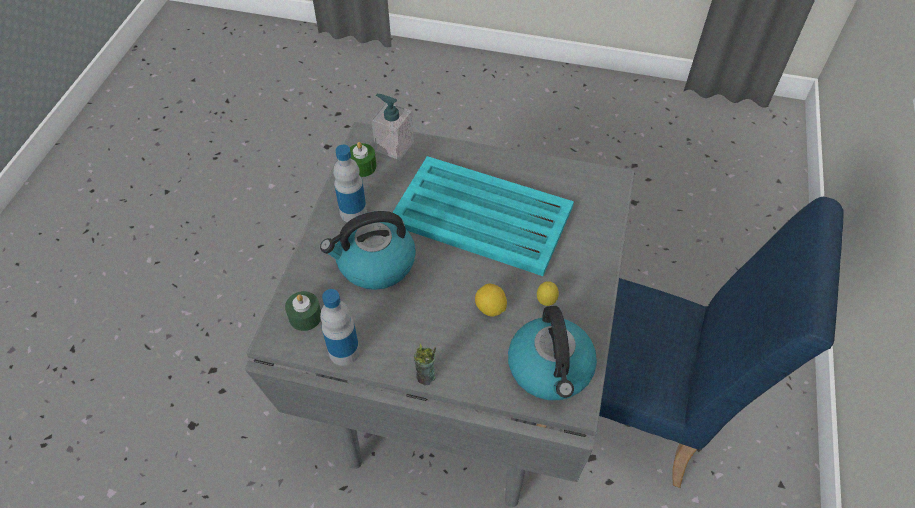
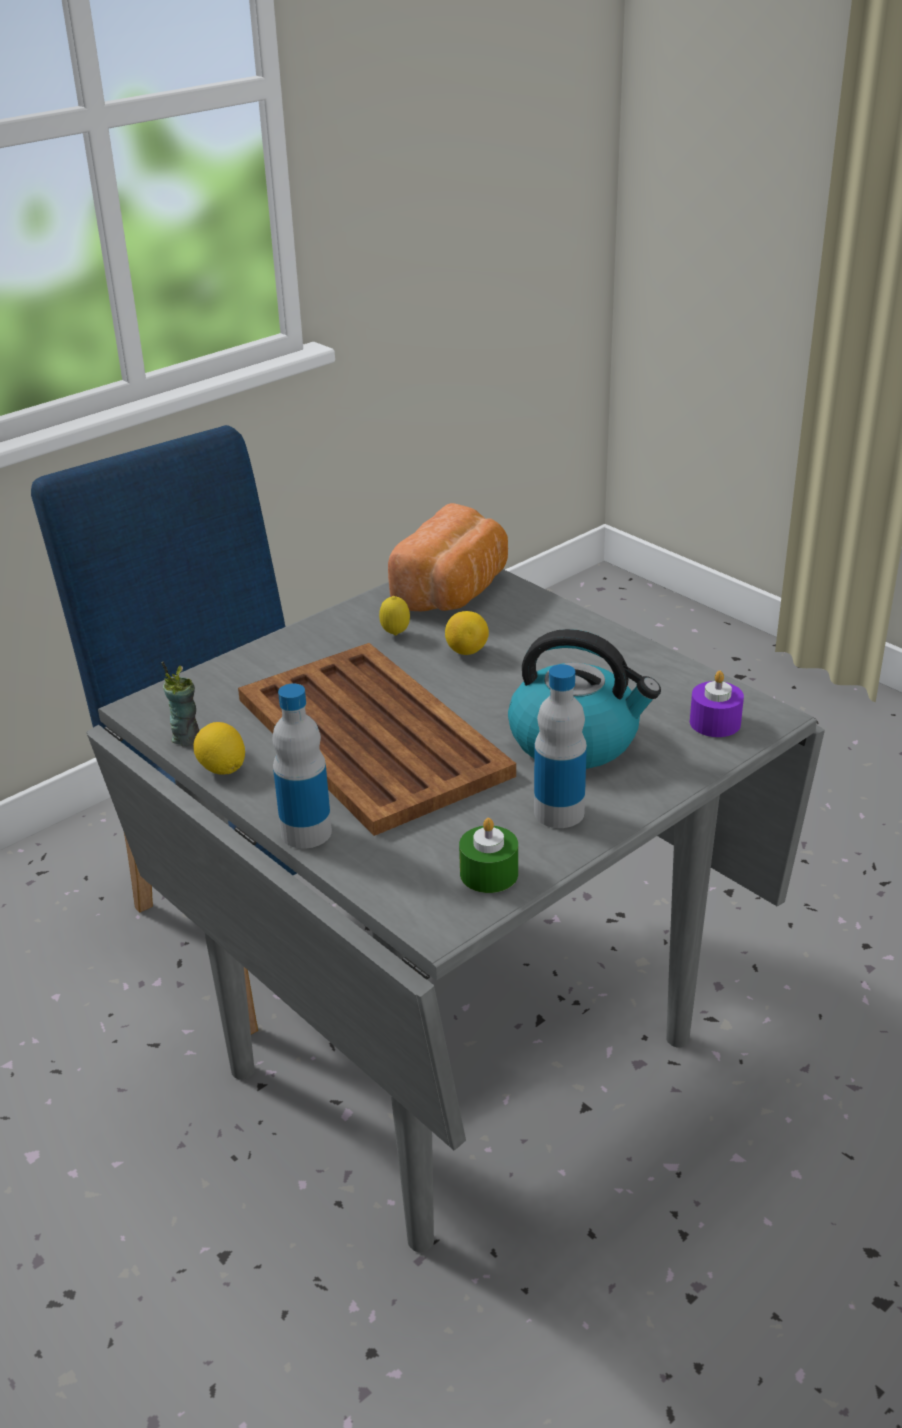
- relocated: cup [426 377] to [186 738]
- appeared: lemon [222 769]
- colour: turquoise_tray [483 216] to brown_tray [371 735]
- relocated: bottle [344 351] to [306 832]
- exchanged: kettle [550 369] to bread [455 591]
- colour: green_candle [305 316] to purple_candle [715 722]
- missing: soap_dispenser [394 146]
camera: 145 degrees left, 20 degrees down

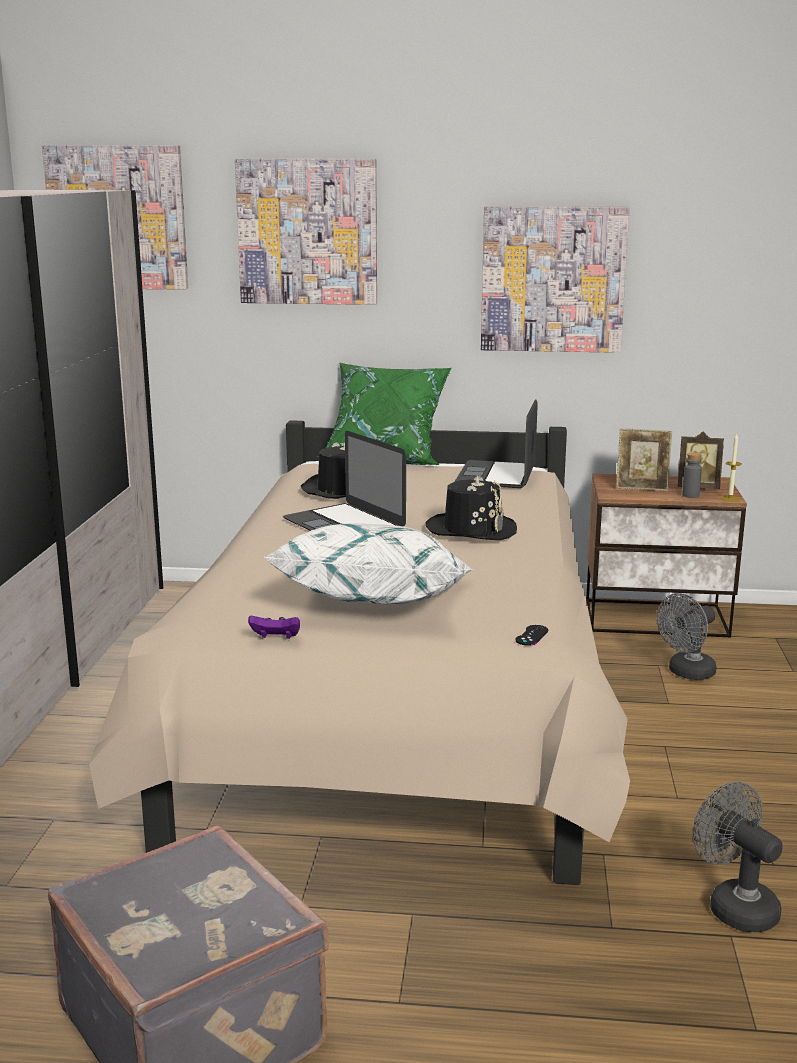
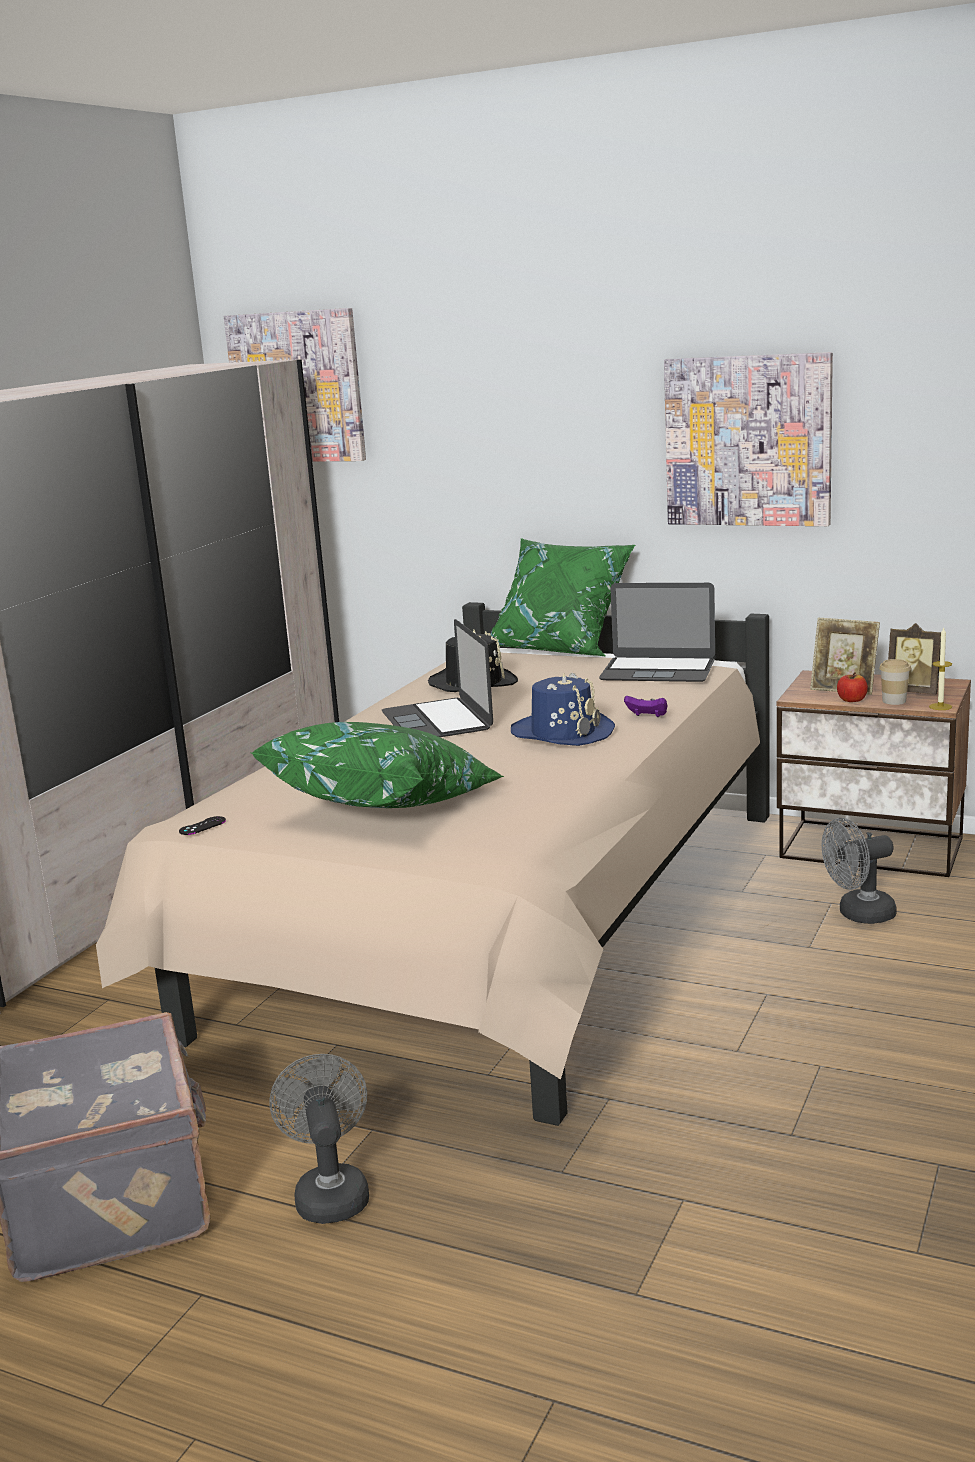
- relocated: black_game_controller [531 635] to [202 826]
- colour: white_pillow [377 603] to green_pillow [386 806]
- relocated: grey_fan [734 906] to [330 1193]
- colour: black_hat [471 530] to blue_hat [562 732]
- spun: laptop [496 475] = [658 670] 105 degrees counterclockwise
- relocated: purple_game_controller [276 639] to [647 717]
- appeared: apple [852 700]
- exchanged: grey_bottle [690 495] to cup [894 701]
- missing: picture [307 232]
camera: 20 degrees right, 0 degrees up

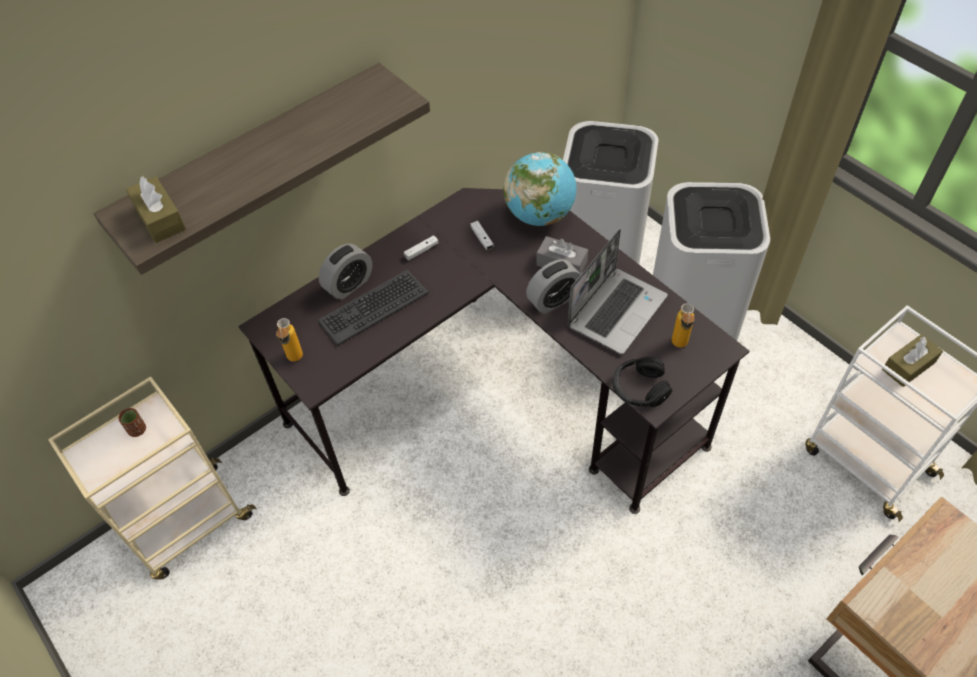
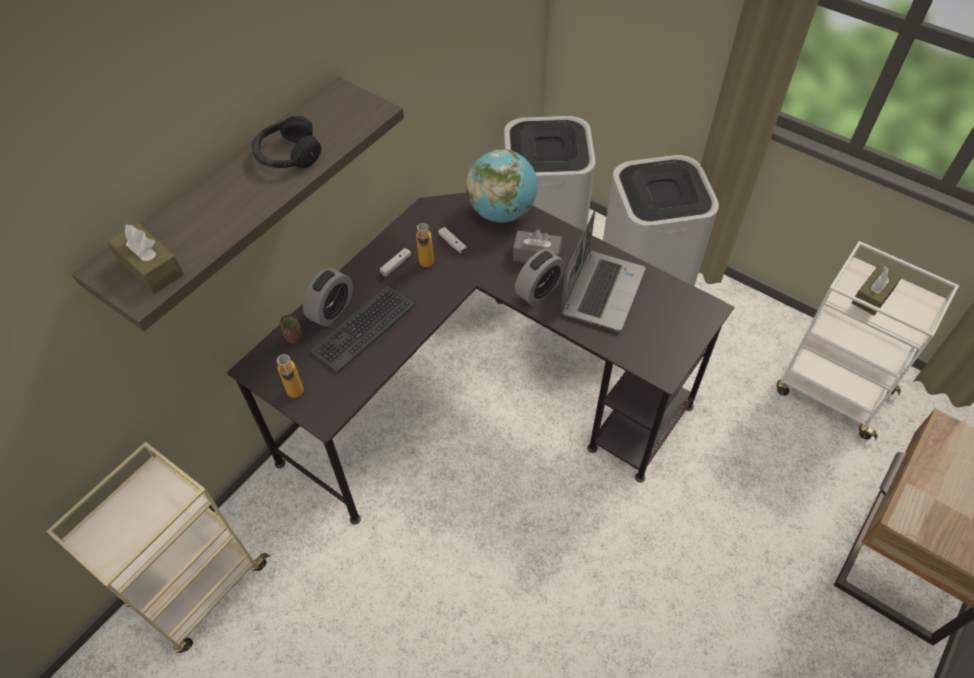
- relocated: black_headphones [639 388] to [288 155]
- relocated: brown_cup [137 430] to [294 337]
- relocated: bottle [679 347] to [426 267]
camera: 15 degrees left, 0 degrees up

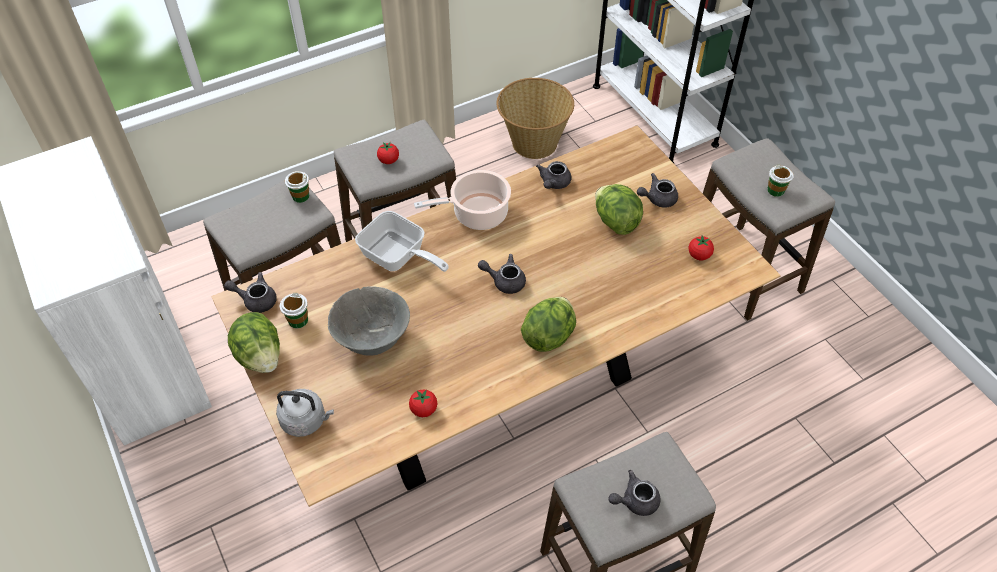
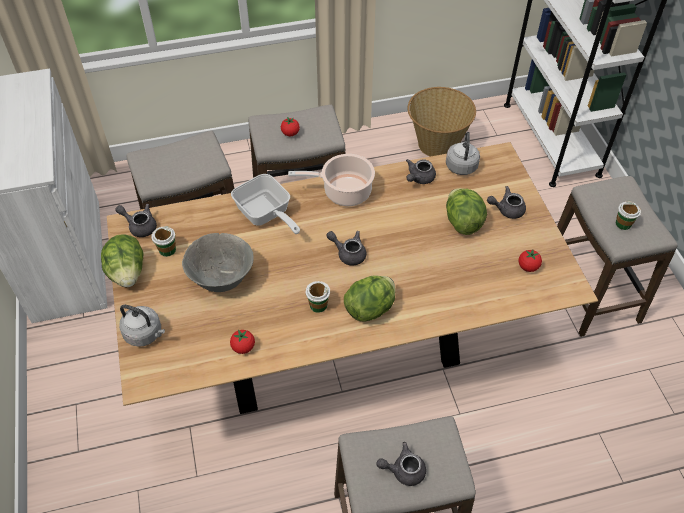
- relocated: cup [300 196] to [318 305]
- appeared: grey_kettle [461 165]
camera: 15 degrees right, 0 degrees up

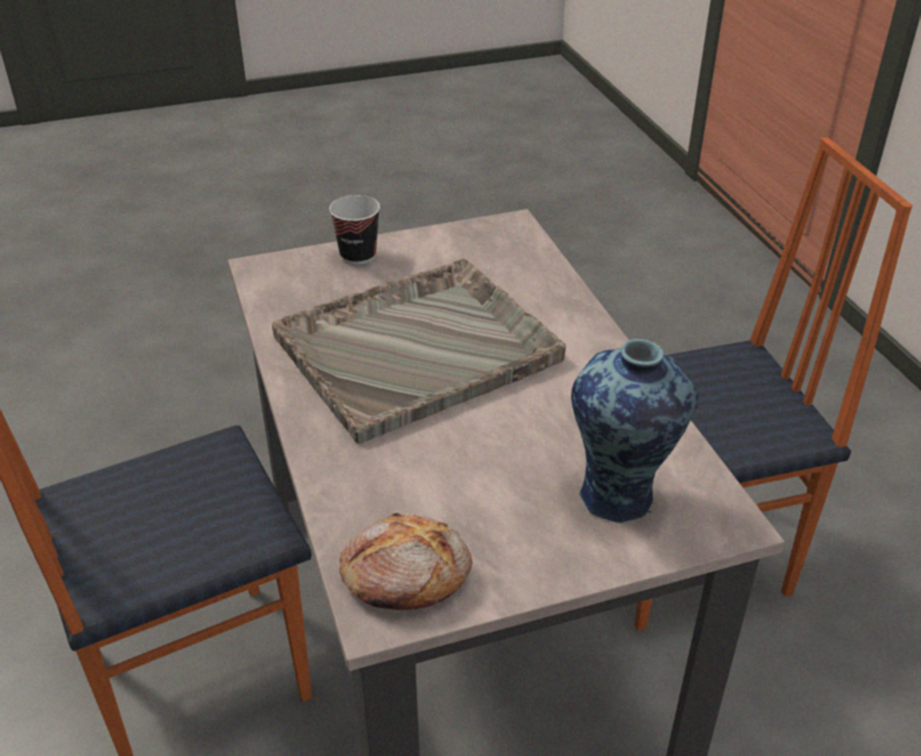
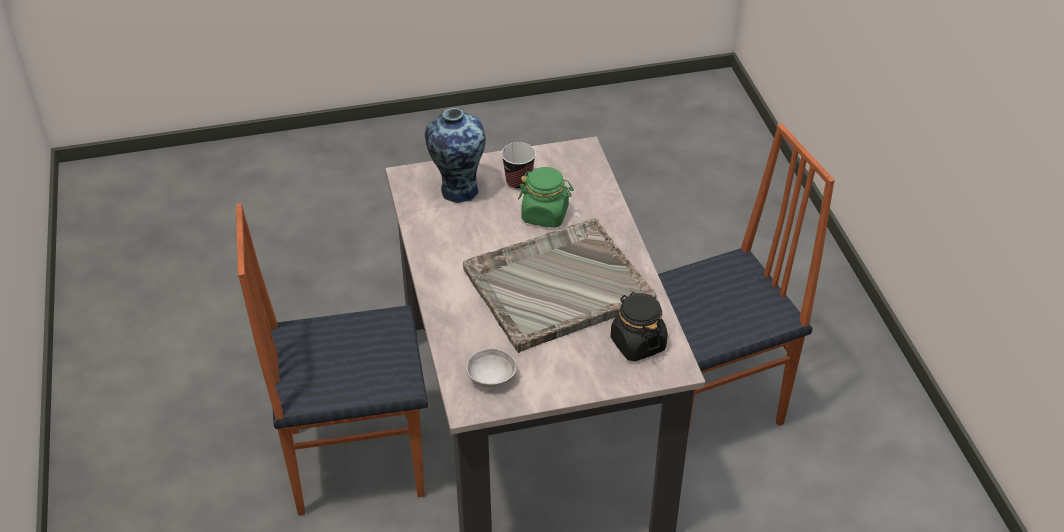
- appeared: grey_bowl [491 378]
- relocated: cup [358 255] to [518 182]
- appeared: green_jar [545 215]
- appeared: black_jar [637 343]
- missing: bread [405 573]
camera: 175 degrees left, 5 degrees up

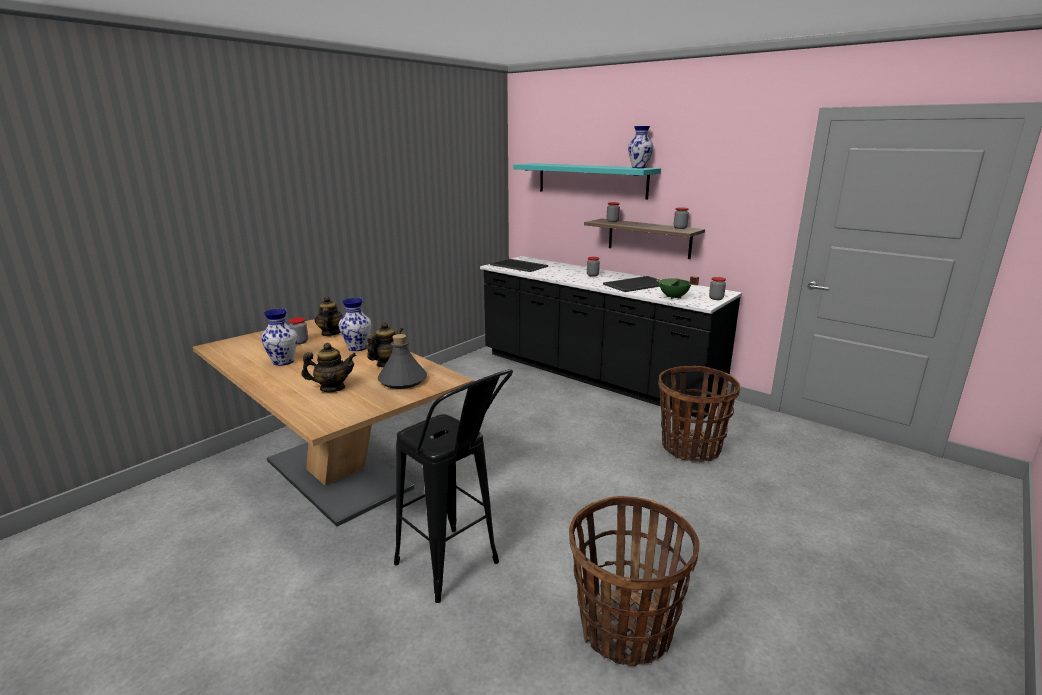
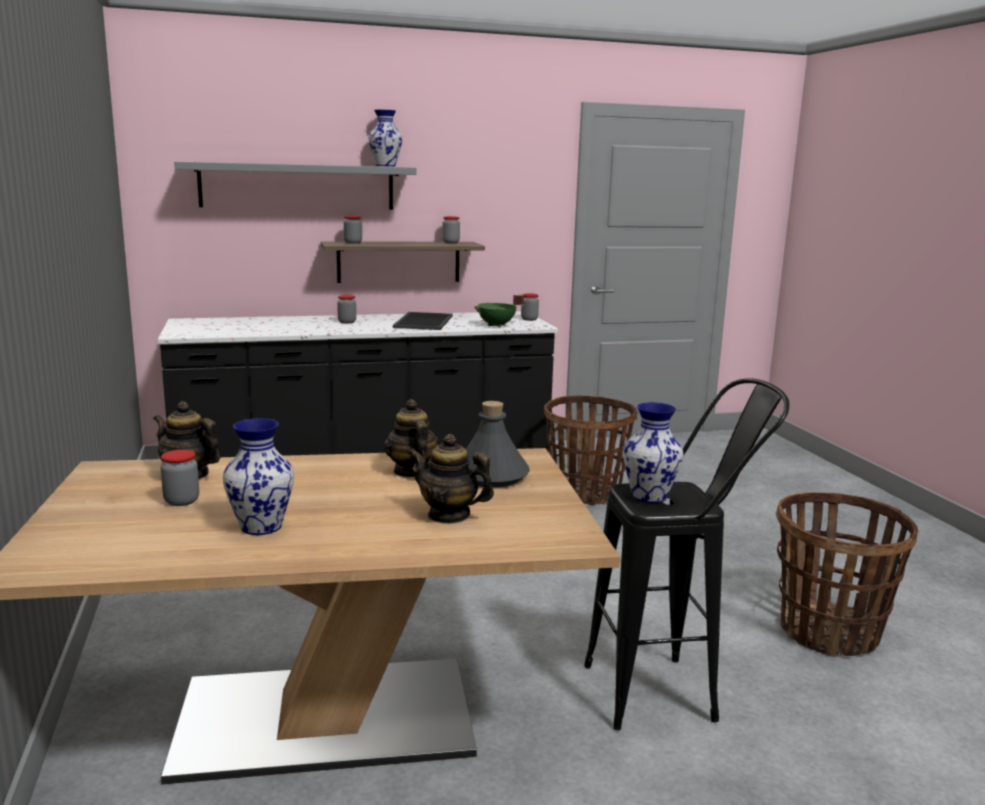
- colour: turquoise_shelf [591 180] to grey_shelf [298 186]
- spun: teapot [332 388] = [449 515] 90 degrees counterclockwise
- relocated: vase [357 348] to [650 496]
- missing: tray [519 265]
camera: 55 degrees left, 5 degrees down

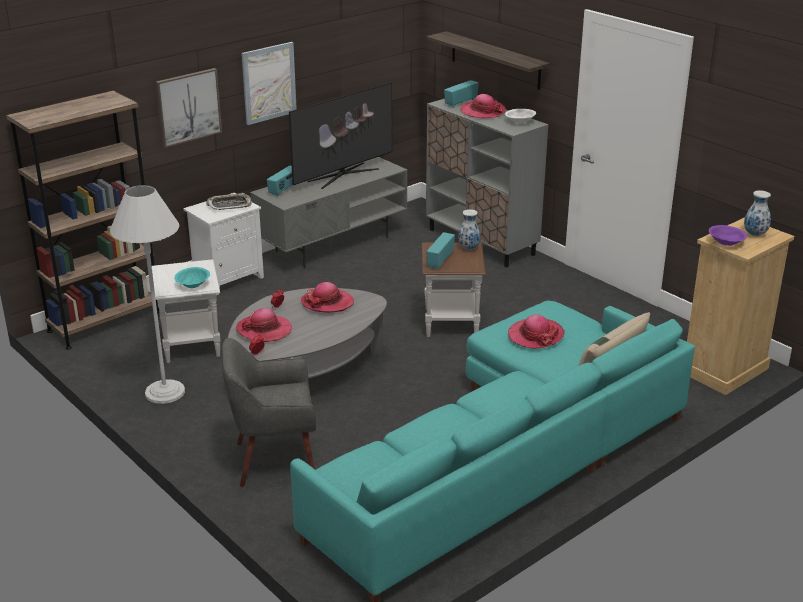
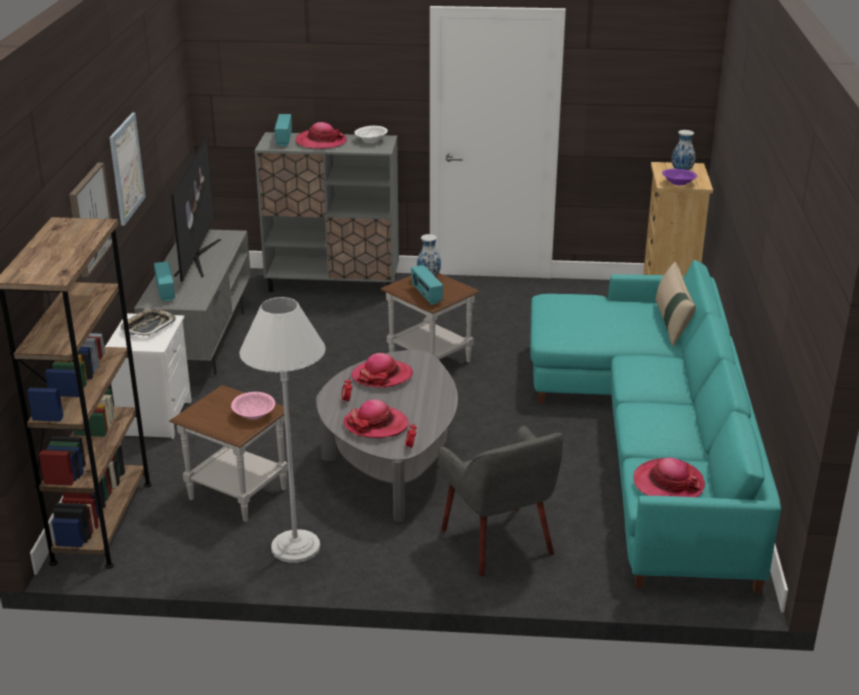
- colour: white_side_table [191 344] to brown_side_table [237 493]
- colour: turquoise_bowl [193 284] to pink_bowl [254 414]
- spun: grey_armchair [274 460] = [498 542] 60 degrees counterclockwise
- relocated: hat [535 335] to [668 483]
- missing: shelf [495 60]
camera: 45 degrees left, 0 degrees up

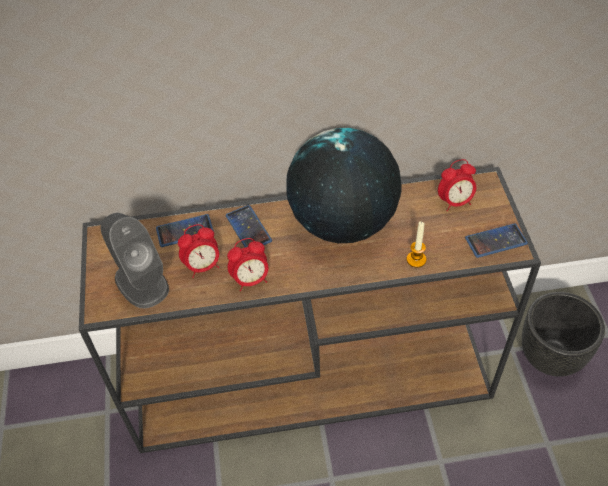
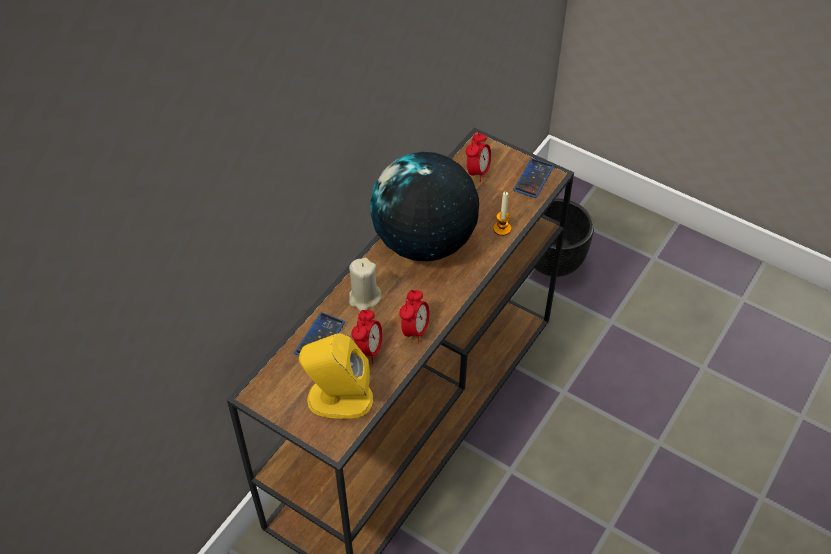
- colour: grey_speaker [141 282] to yellow_speaker [339 398]
- exchanged: phone [248 228] to beige_candle [364 298]
camera: 50 degrees left, 0 degrees up

